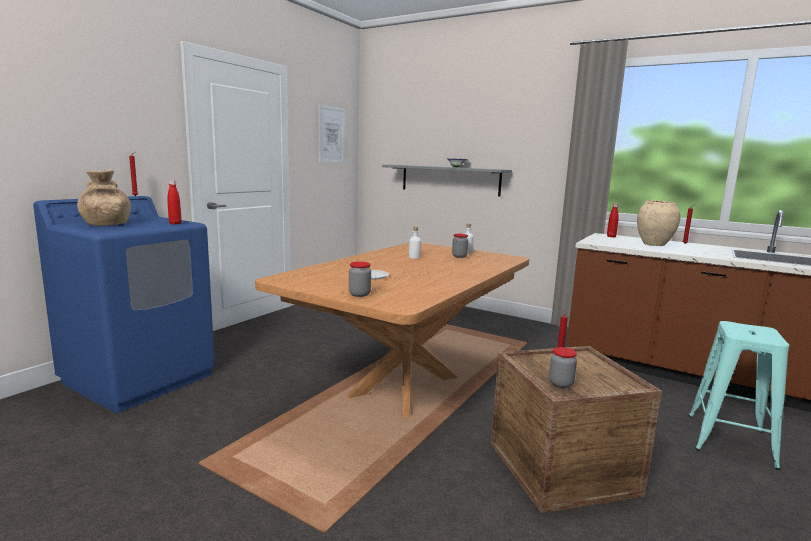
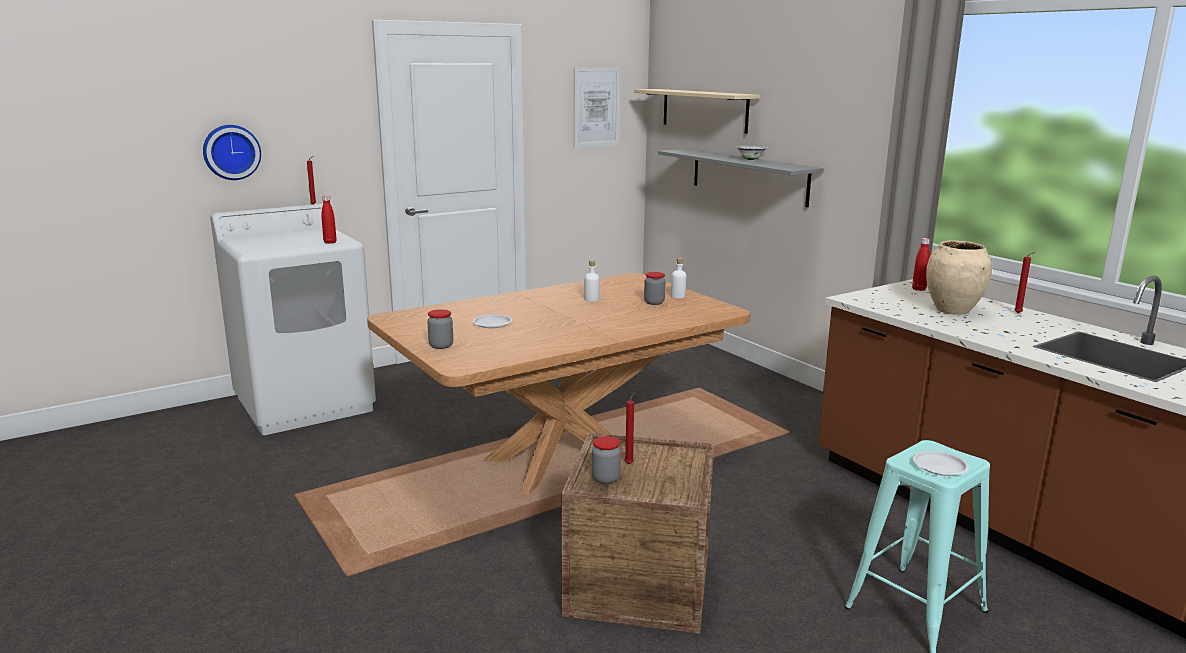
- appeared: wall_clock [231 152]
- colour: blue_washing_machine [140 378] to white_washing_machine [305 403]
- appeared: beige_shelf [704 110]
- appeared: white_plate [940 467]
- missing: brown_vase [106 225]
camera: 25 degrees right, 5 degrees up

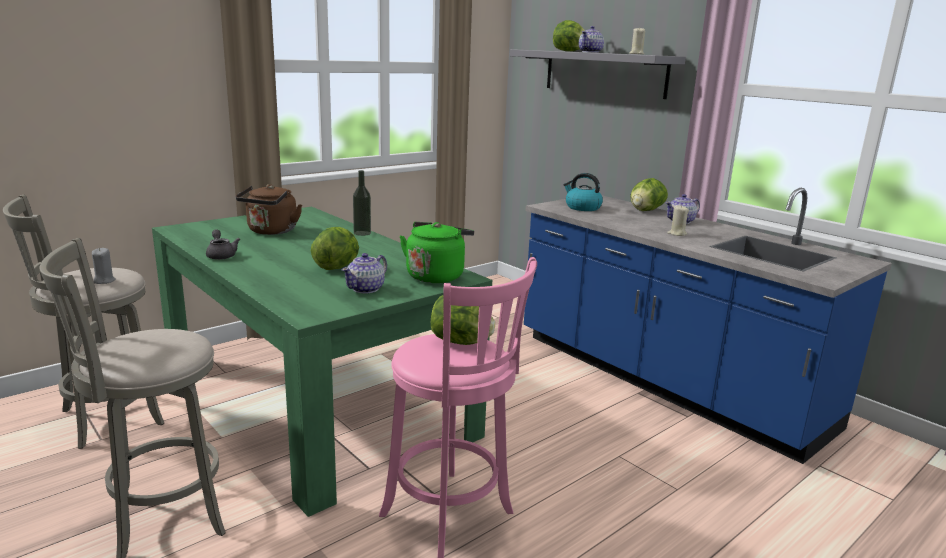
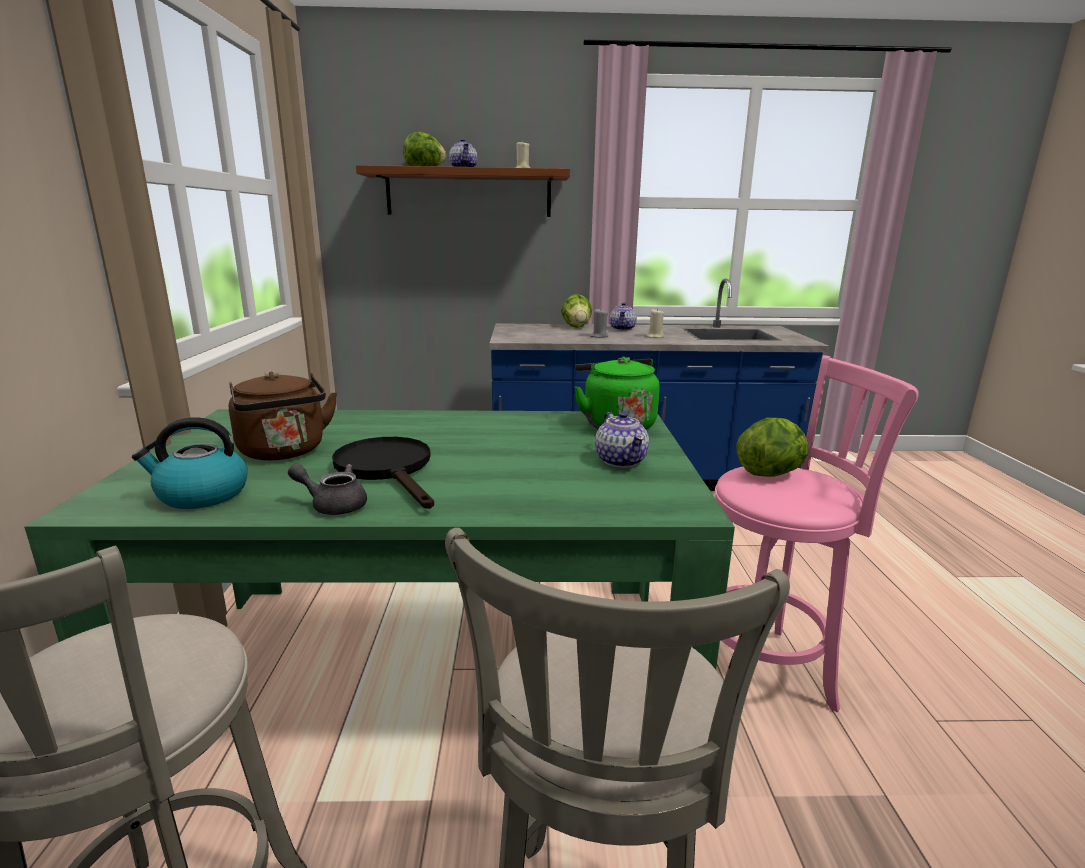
- relocated: kettle [582 207] to [201 495]
- appeared: black_frying_pan [388 469]
- colour: grey_shelf [604 73] to brown_shelf [469 193]
- relocated: grey_candle [104 281] to [599 336]
- missing: lettuce [337 267]
- missing: bottle [362 233]
camera: 50 degrees left, 0 degrees up

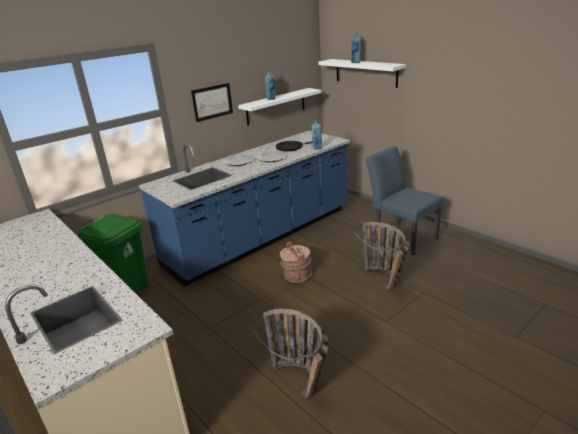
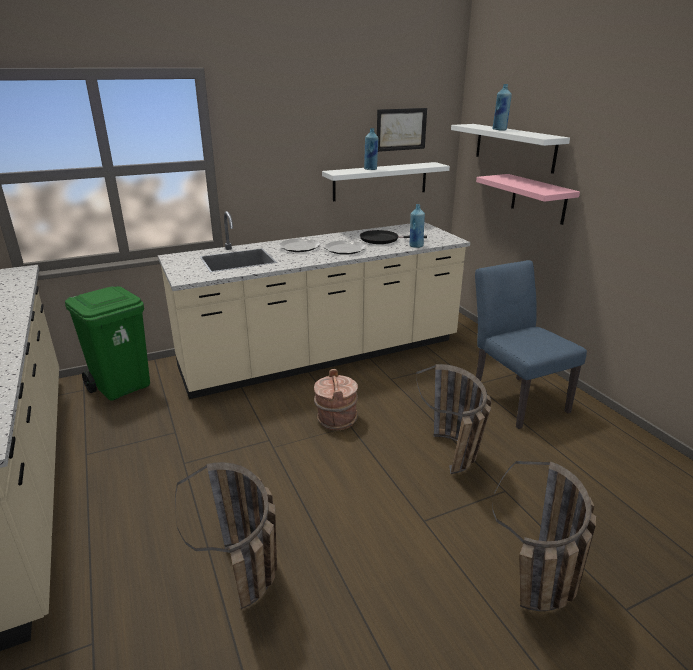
- colour: blue_counter [262 237] to beige_counter [322 355]
- relocated: picture [212 102] to [401 129]
- appeared: pink_shelf [538 199]
- appeared: basket [538 595]
camera: 15 degrees right, 0 degrees up

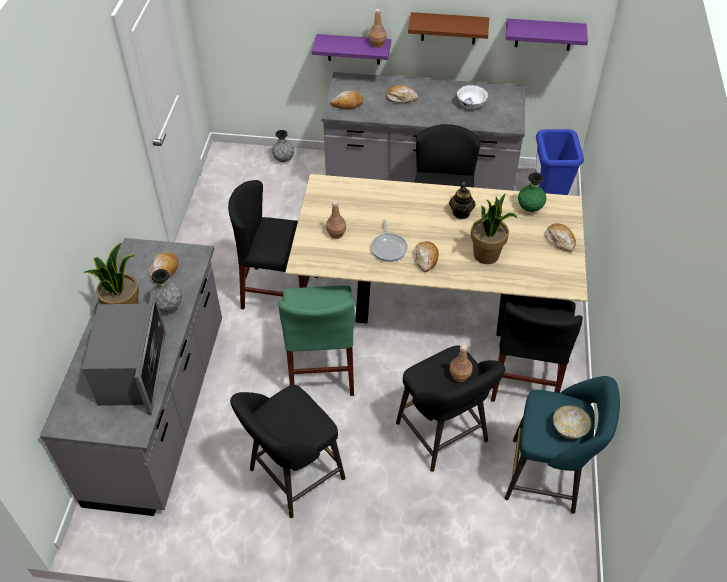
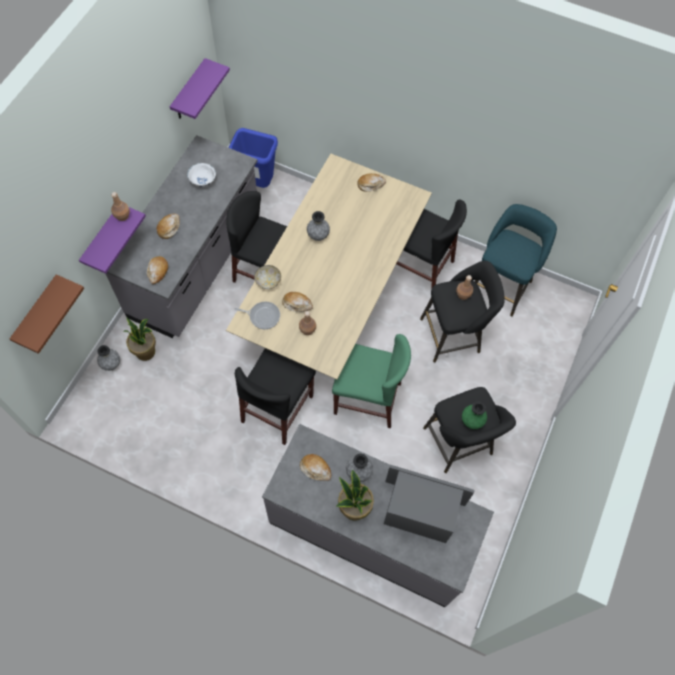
- relocated: brown_shelf [448 28] to [38 313]
- relocated: potted_plant [486 255] to [146 351]
- relocated: frying_pan [389 248] to [263 316]
- relocated: bowl [568 429] to [268 282]
- relocated: bread [426 259] to [297 304]
- exchanged: teapot [461 213] to grey_vase [318 235]
- relocated: green_vase [530 208] to [472 421]
camera: 75 degrees left, 15 degrees up

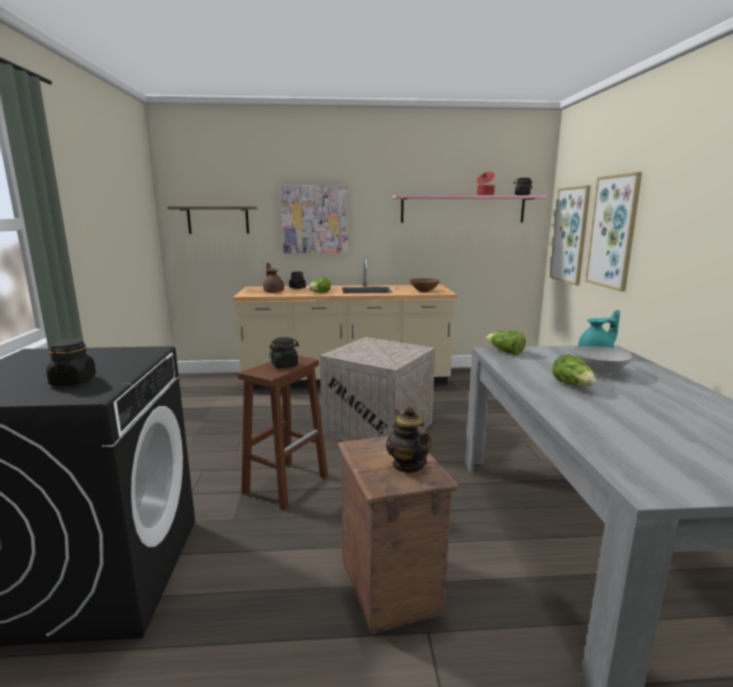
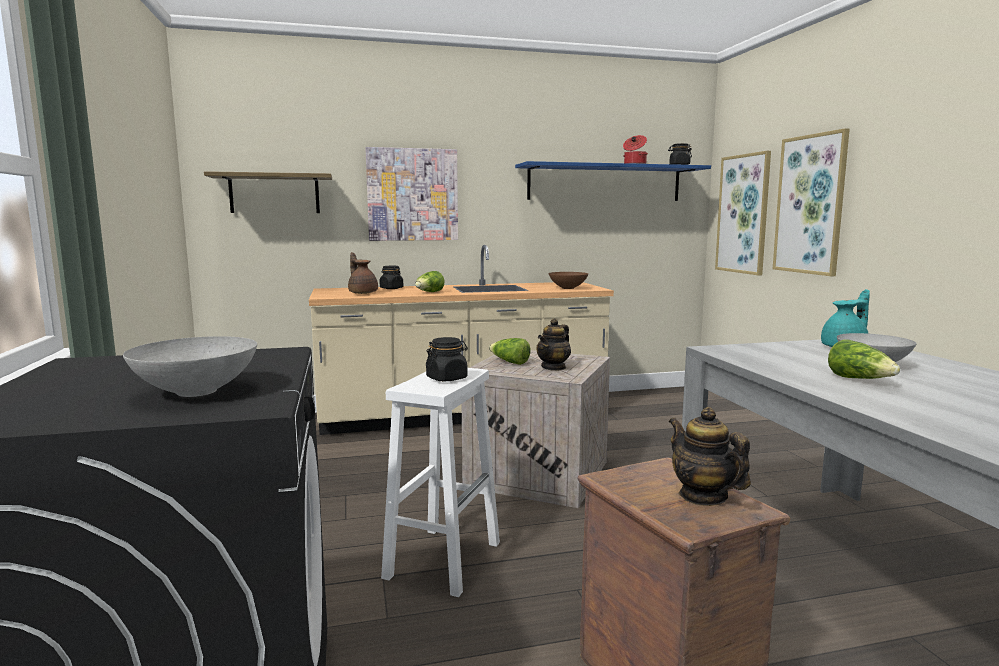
- exchanged: black_jar [73 381] to grey_bowl [197 392]
- colour: brown_stool [286 483] to white_stool [444 559]
- relocated: lettuce [505 352] to [509 362]
- colour: pink_shelf [462 209] to blue_shelf [605 183]
- appeared: teapot [554 367]
camera: 10 degrees left, 5 degrees down

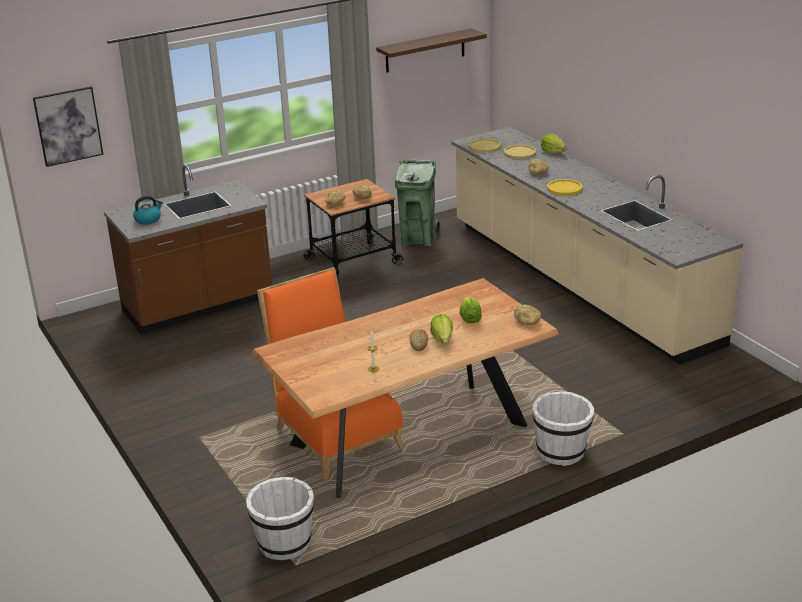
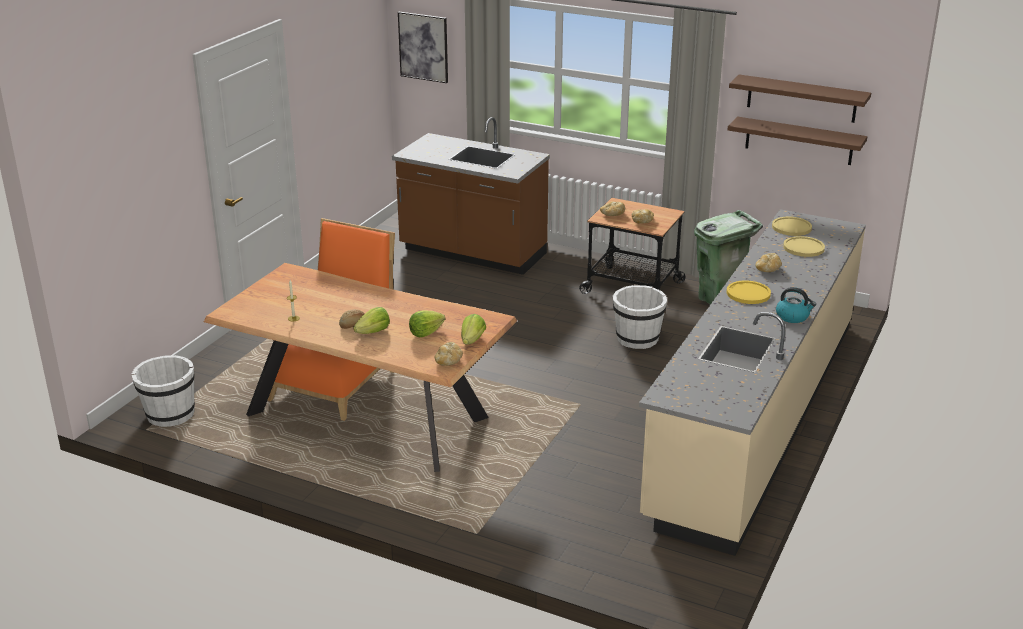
- relocated: lettuce [553 152] to [472 340]
- relocated: white_bucket [561 452] to [637 339]
- appeared: brown_shelf [799 141]
- relocated: kettle [148 220] to [793 316]
camera: 55 degrees right, 0 degrees up

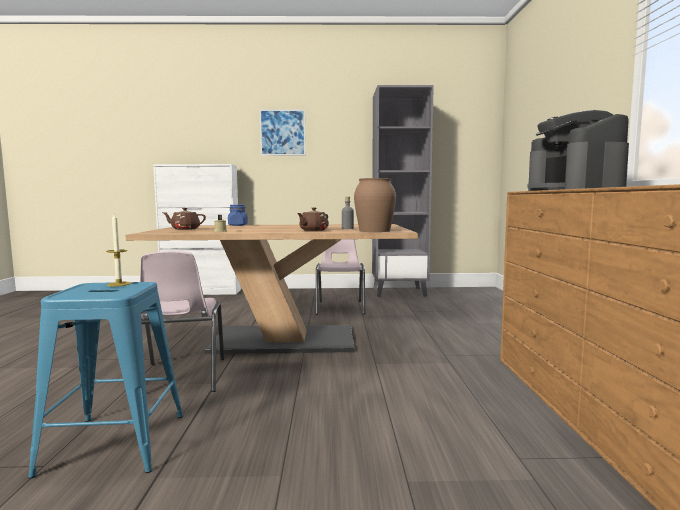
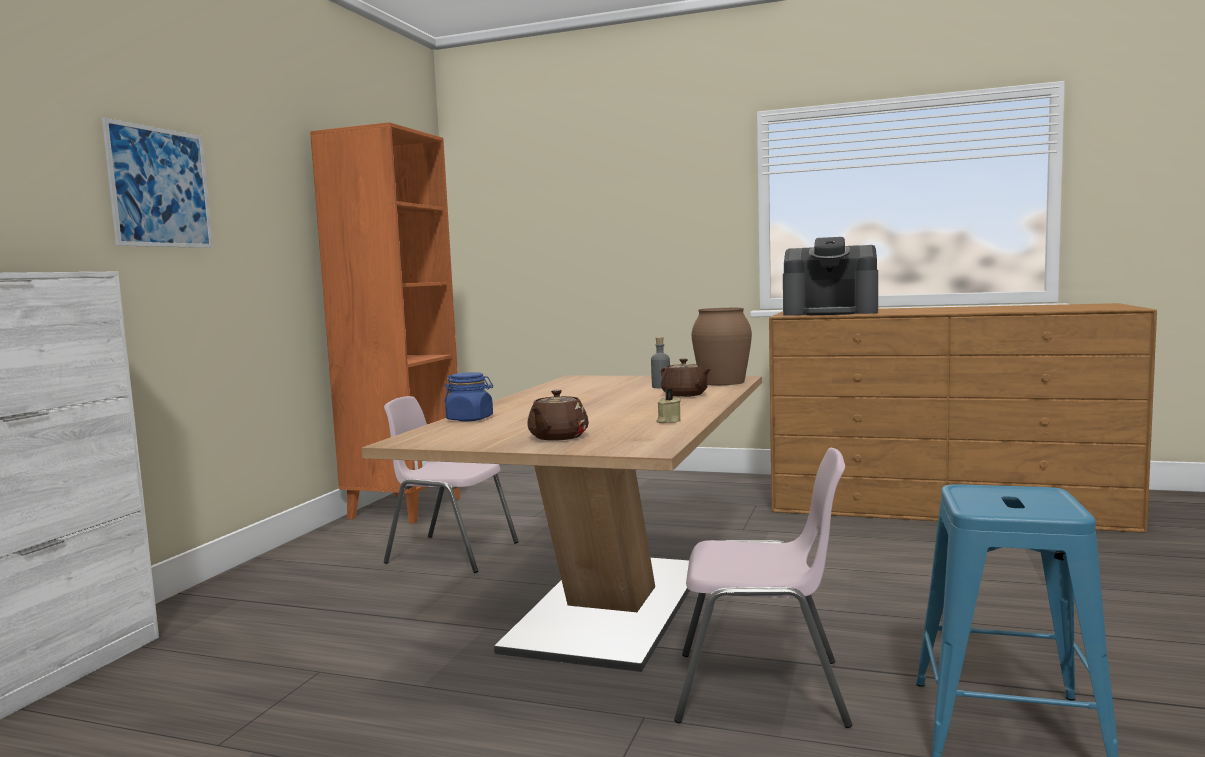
- colour: grey_bookcase [399 292] to orange_bookcase [405 507]
- missing: candle [119 284]
camera: 70 degrees left, 0 degrees up

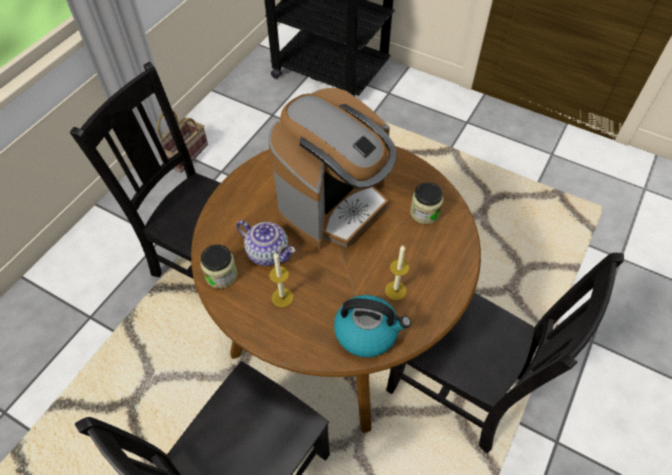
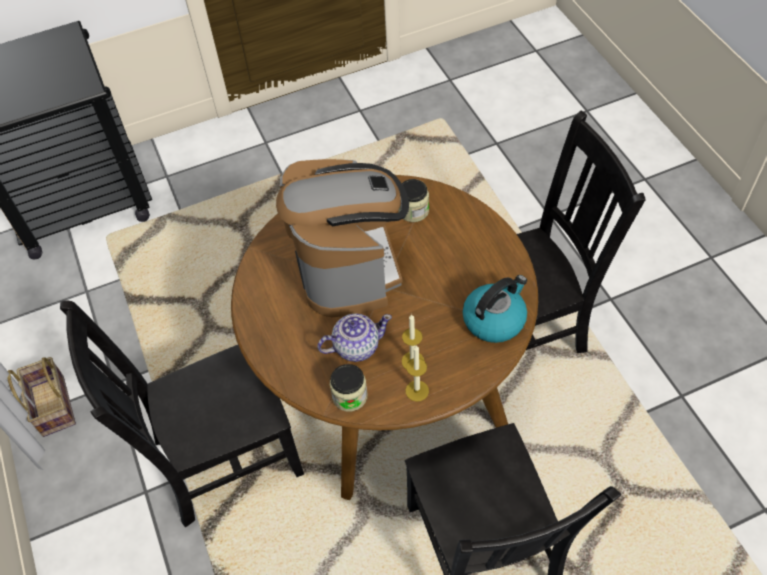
- relocated: candle [395 290] to [417 391]
camera: 50 degrees left, 0 degrees up

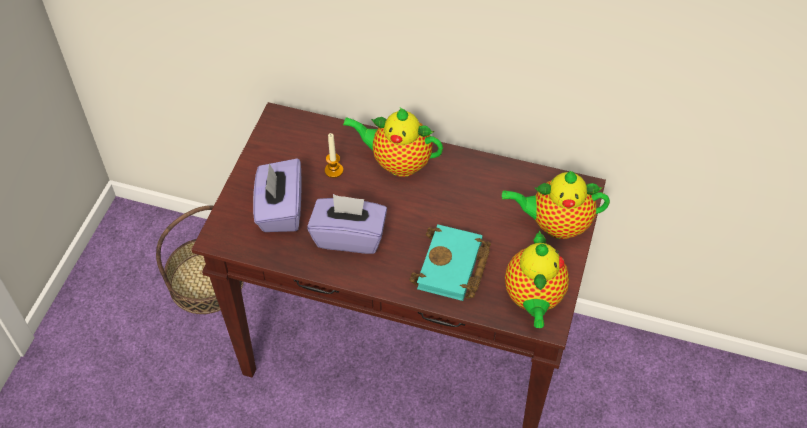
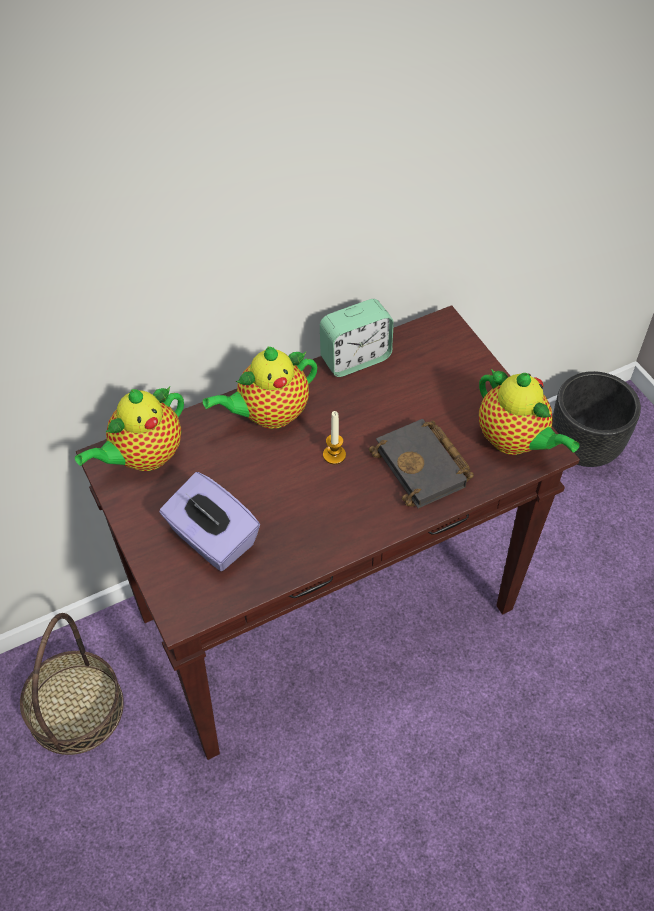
- relocated: teapot [555 224] to [144 457]
- appeared: alarm_clock [355 358]
- relocated: candle [334 170] to [334 455]
- colour: turquoise_book [453 269] to black_book [424 468]
- appeared: black_planter [583 448]
- missing: purple_tissue_box [349 236]
camera: 45 degrees left, 0 degrees up

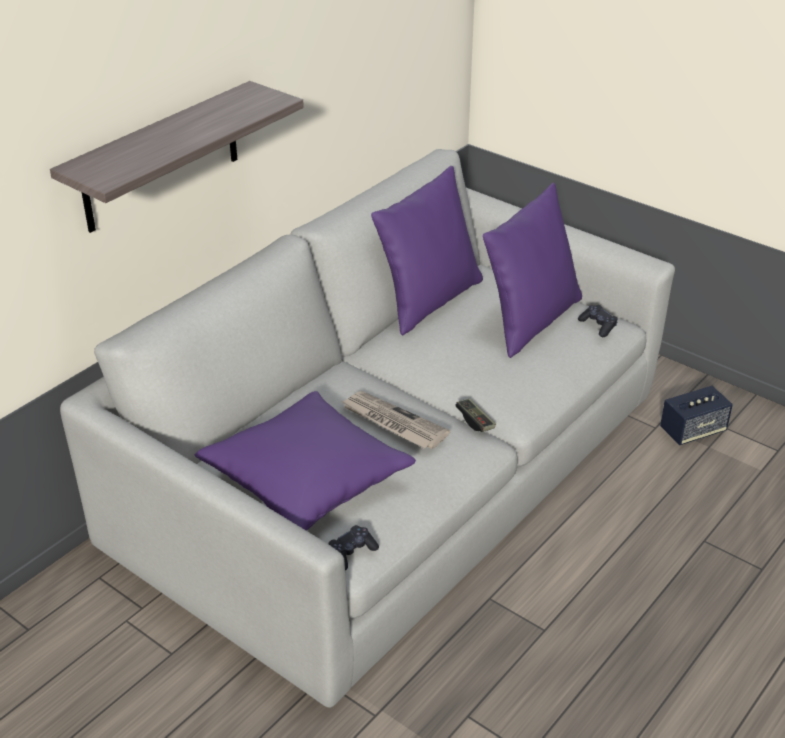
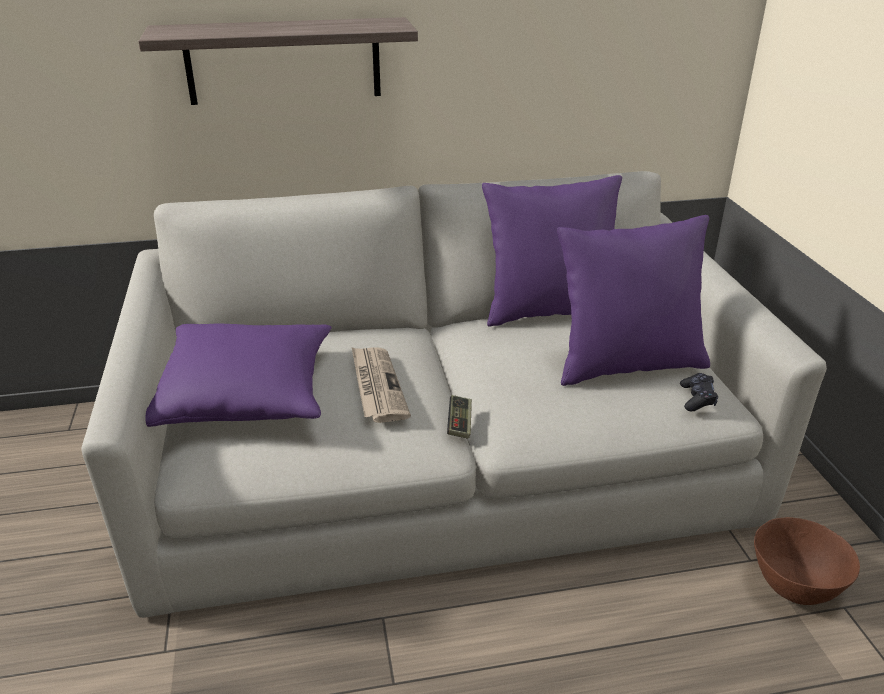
- exchanged: speaker [692 431] to brown_bowl [794 587]
- missing: black_game_controller [351 553]
camera: 40 degrees right, 5 degrees down

